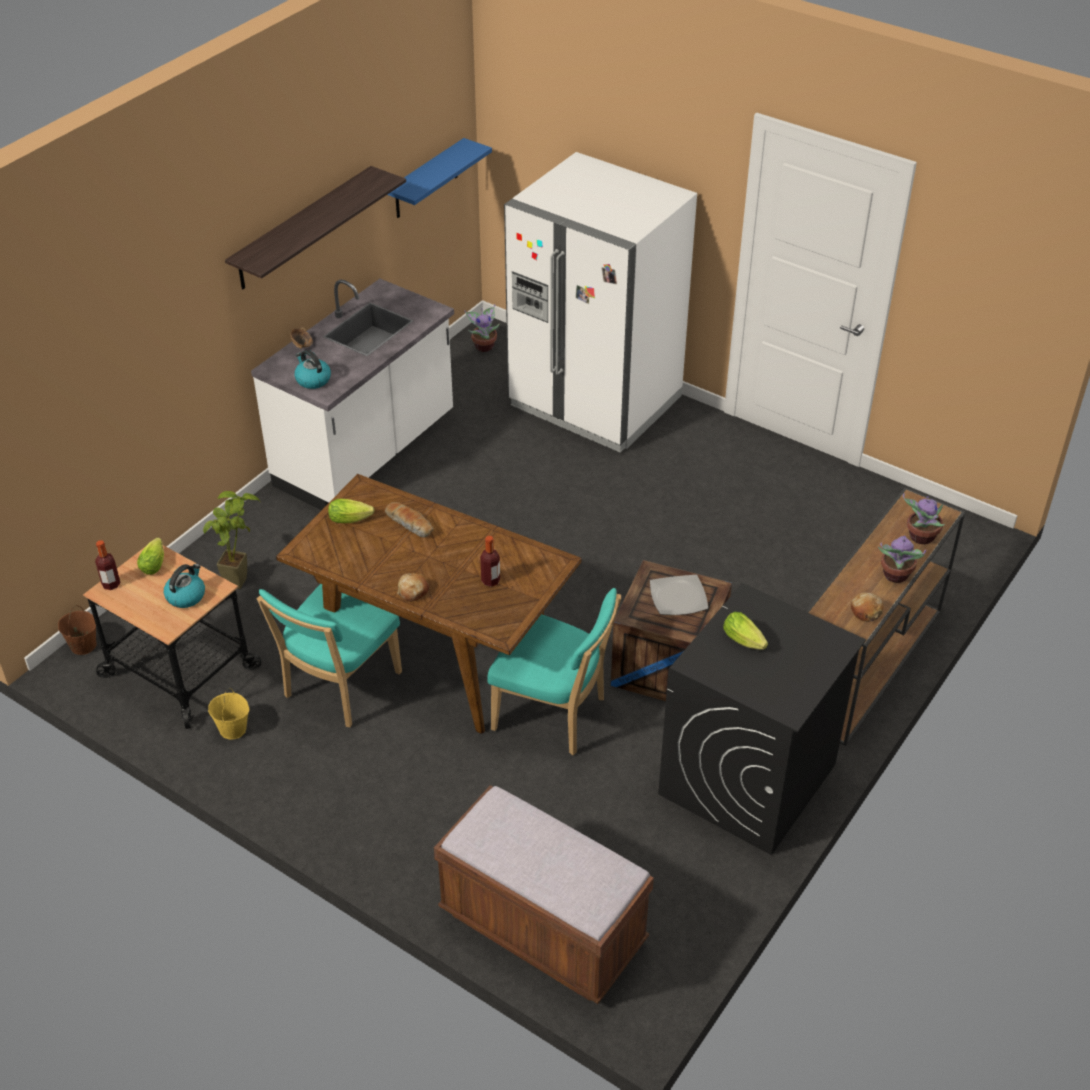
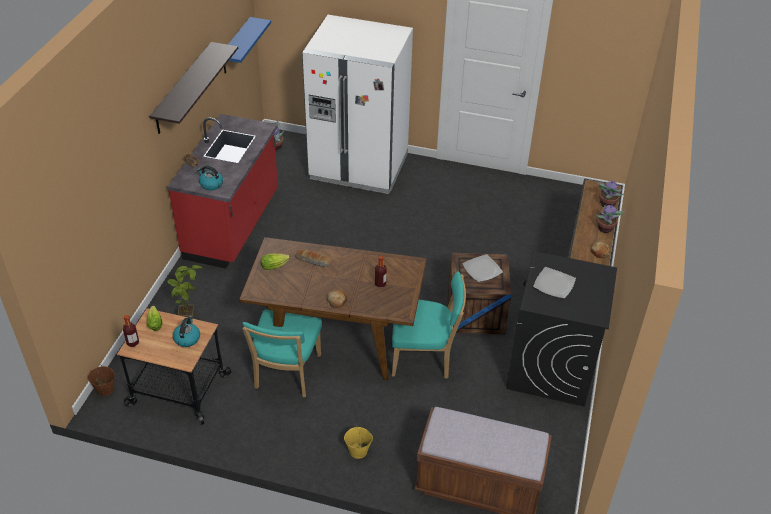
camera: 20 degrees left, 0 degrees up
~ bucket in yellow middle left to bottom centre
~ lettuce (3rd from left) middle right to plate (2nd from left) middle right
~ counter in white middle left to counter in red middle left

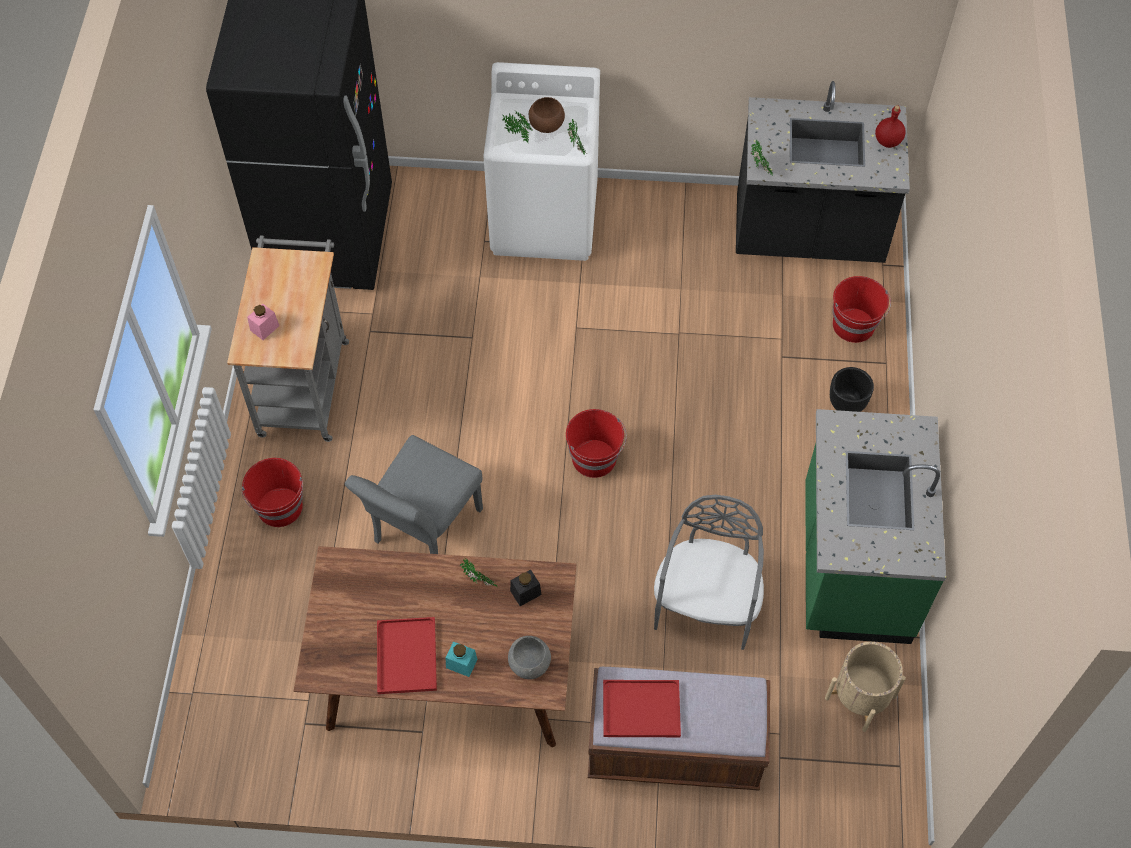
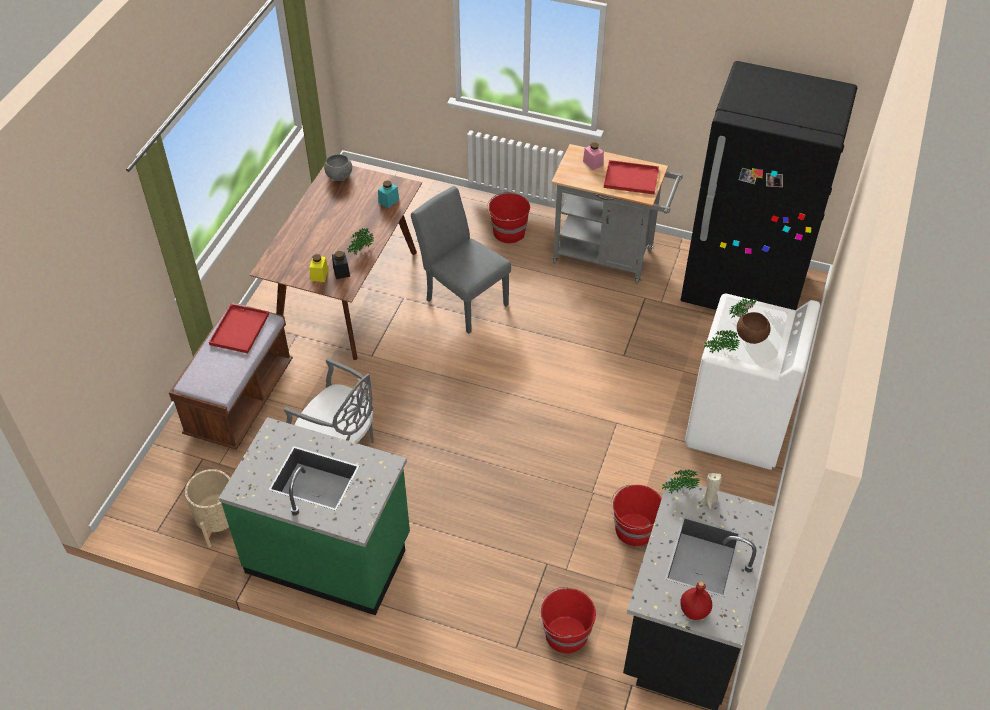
camera: 105 degrees right, 10 degrees down
- planter in black middle right
+ jar in yellow middle left
+ candle in beige bottom right
~ tray in red (1st from left in the first image) bottom centre to tray in red (2nd from left) top centre
~ jar in turquoise bottom centre to top centre
~ bowl in grey bottom centre to top centre
~ bucket in red (2nd from left in the first image) centre to bucket in red (3rd from left) bottom centre

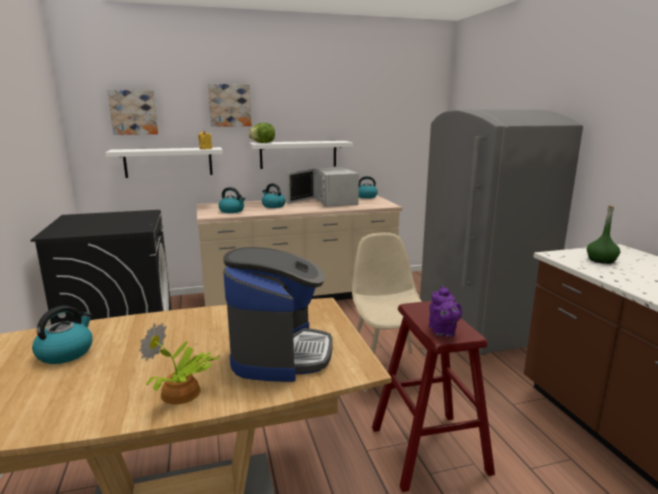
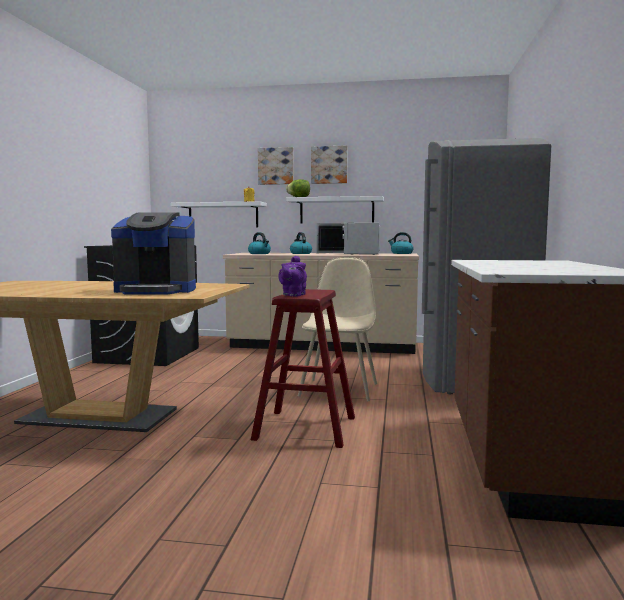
camera: 25 degrees right, 10 degrees down
- kettle (1st from left) bottom left
- potted plant bottom left
- bottle in green middle right
~ picture (1st from left in the first image) top left to picture (2nd from left) top centre
~ coffee machine centre = middle left 60 degrees clockwise

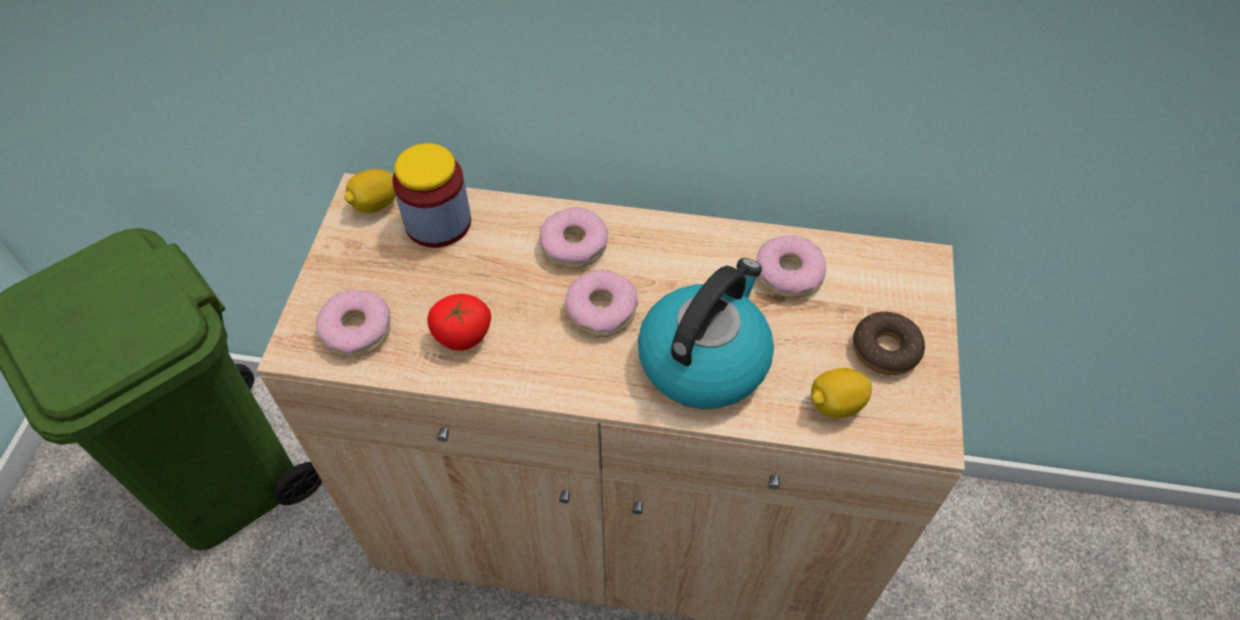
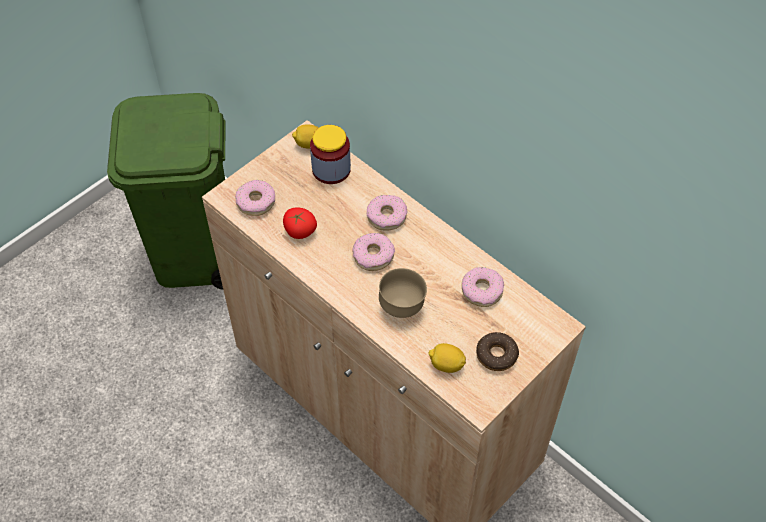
camera: 35 degrees right, 0 degrees up
~ kettle centre to bowl in brown centre

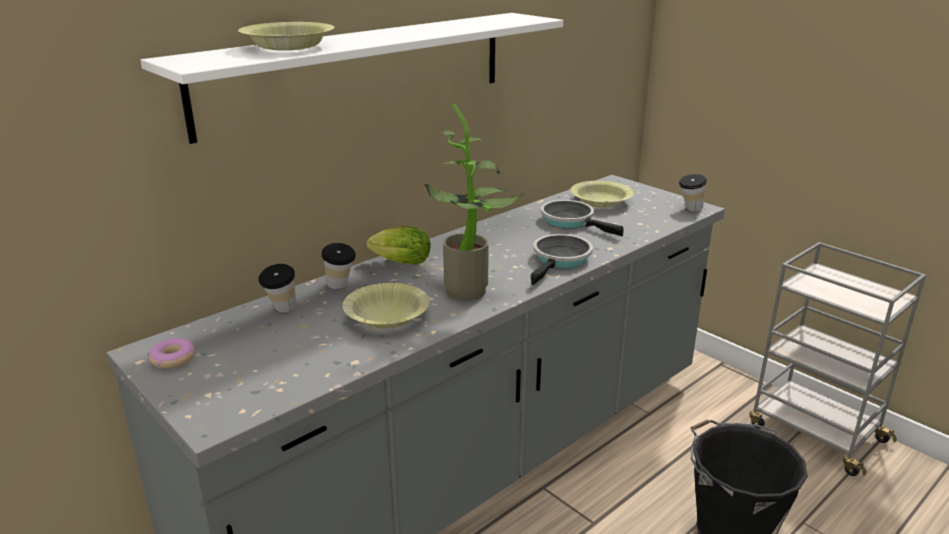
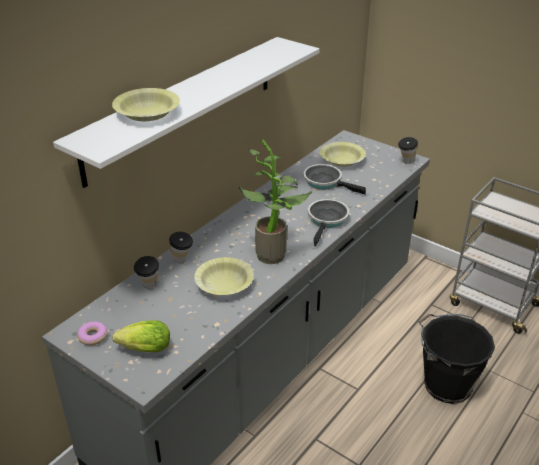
camera: 10 degrees left, 10 degrees up
~ lettuce centre to bottom left

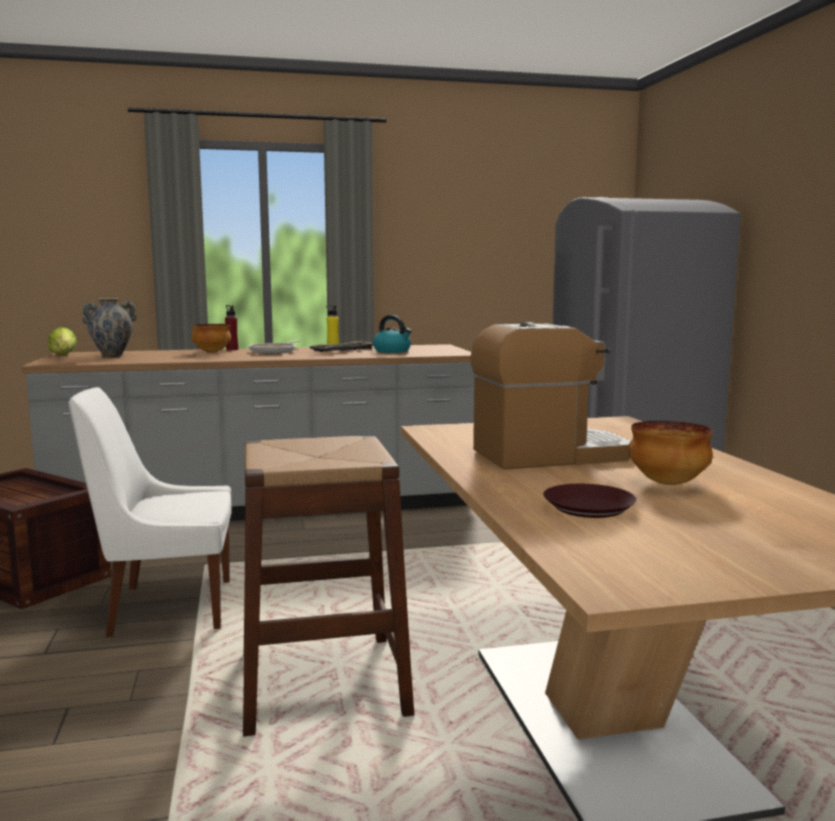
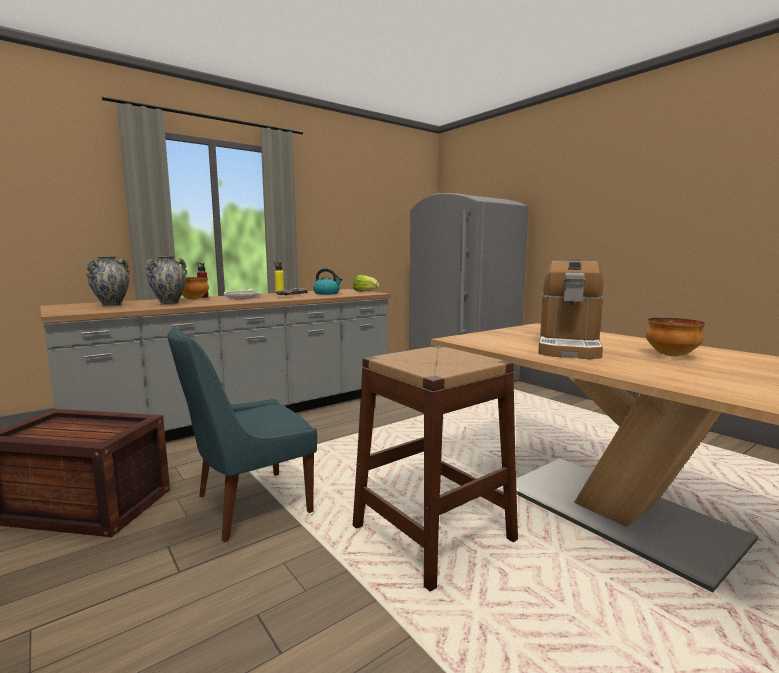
camera: 25 degrees left, 0 degrees up
- plate in brown middle right
+ vase (2nd from left) middle left
~ lettuce middle left to centre
~ chair in white middle left to chair in blue middle left
~ coffee machine centre = middle right 150 degrees clockwise

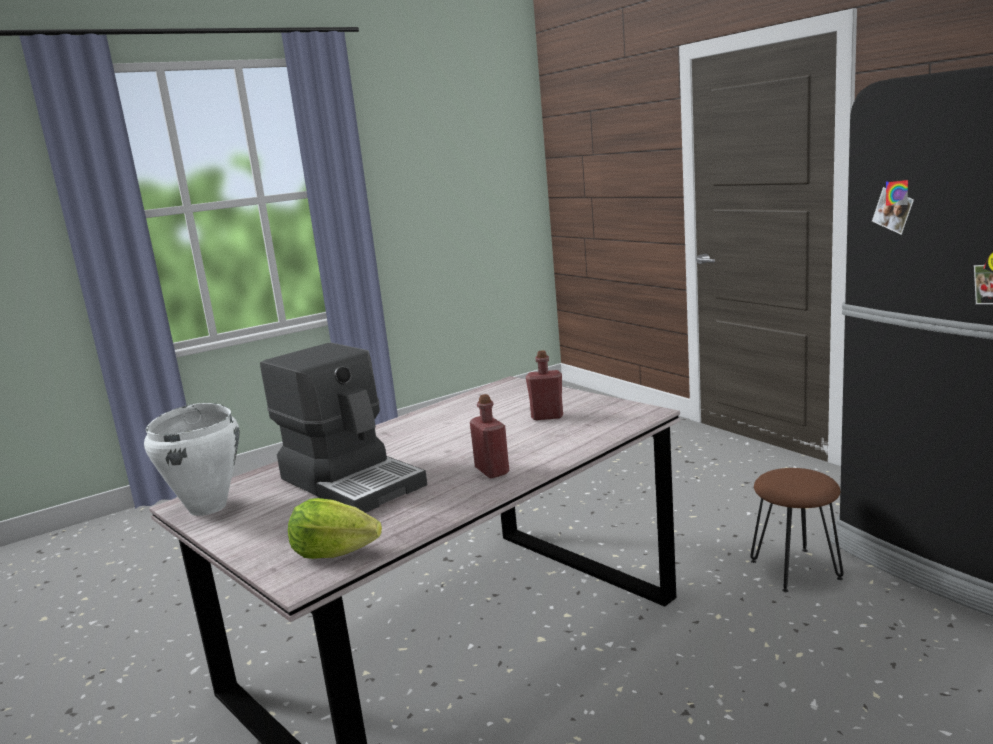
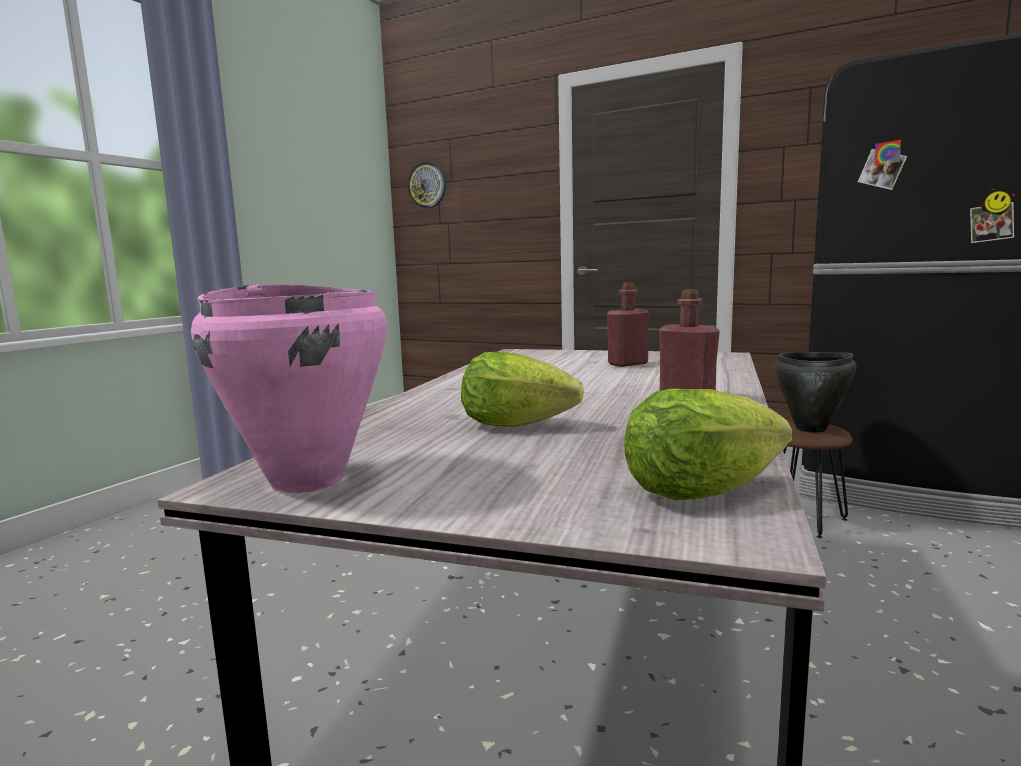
camera: 30 degrees left, 5 degrees down
+ wall clock top centre
+ cooking pot in black middle right
~ coffee machine centre to lettuce (1st from left) centre
~ cooking pot in white middle left to cooking pot in pink middle left

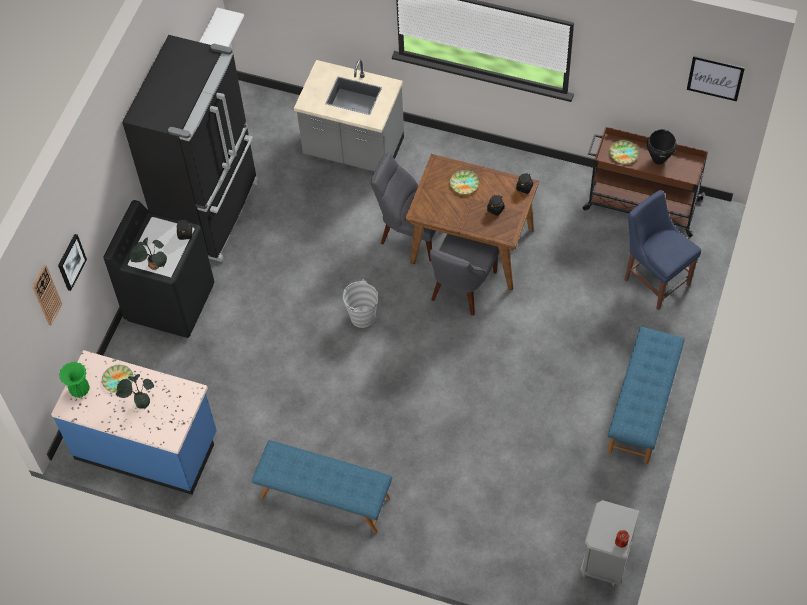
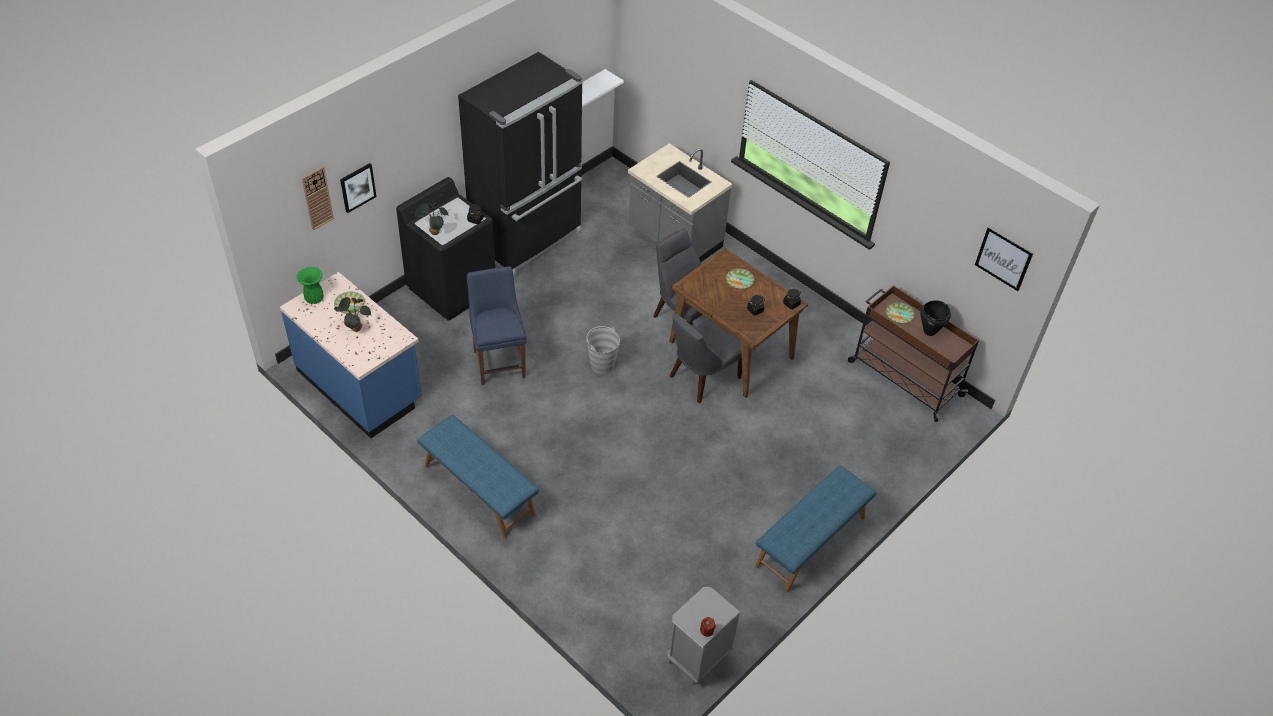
camera: 20 degrees right, 10 degrees down
~ chair in blue middle right to centre

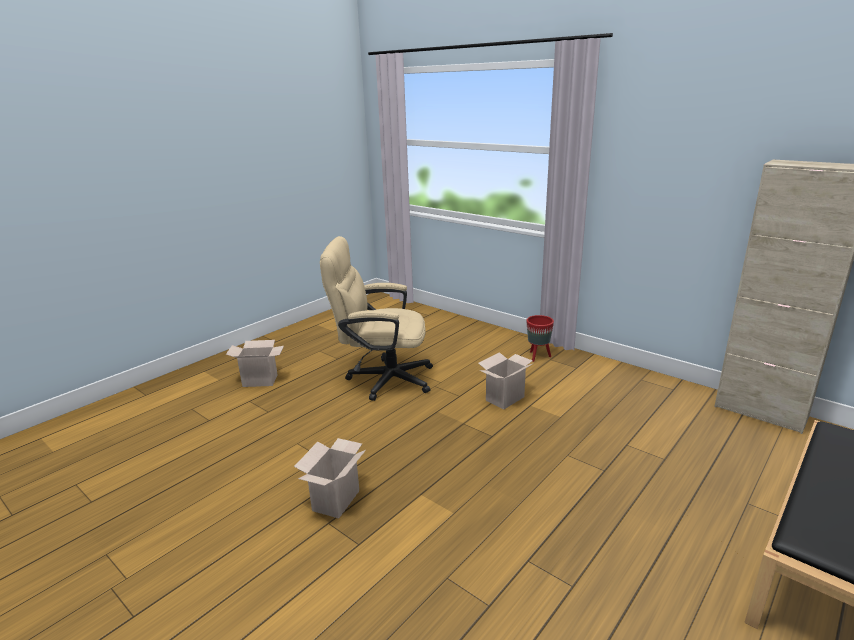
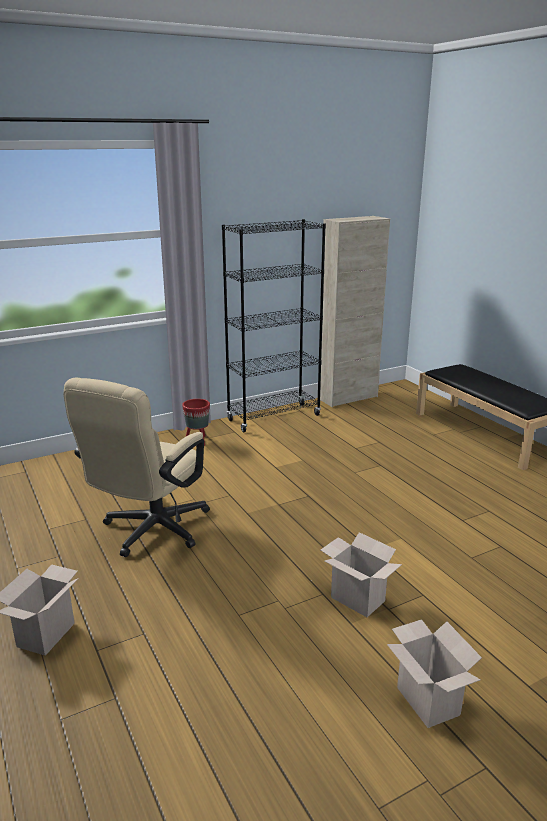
camera: 70 degrees left, 0 degrees up
+ bookcase in black centre
~ cardboard box (3rd from left) centre to bottom right

